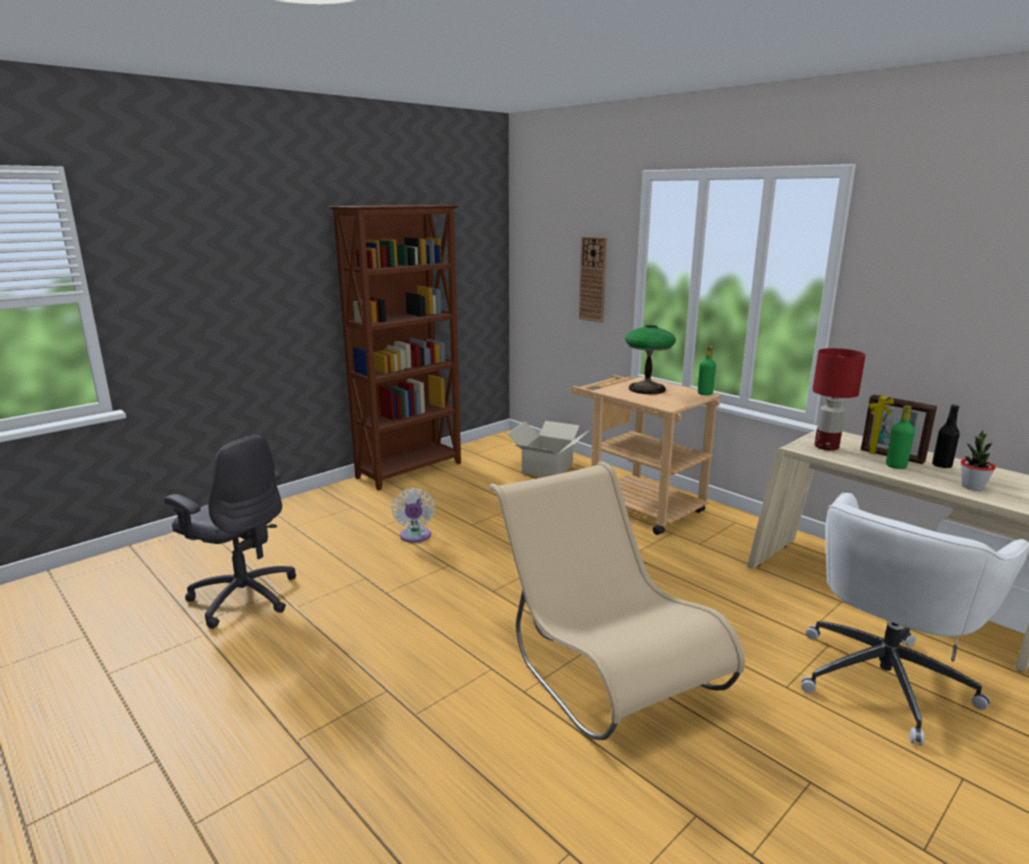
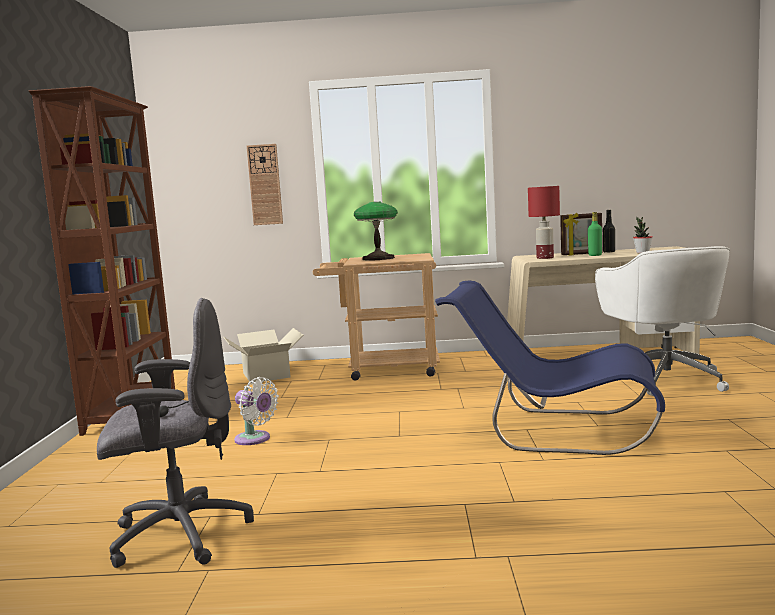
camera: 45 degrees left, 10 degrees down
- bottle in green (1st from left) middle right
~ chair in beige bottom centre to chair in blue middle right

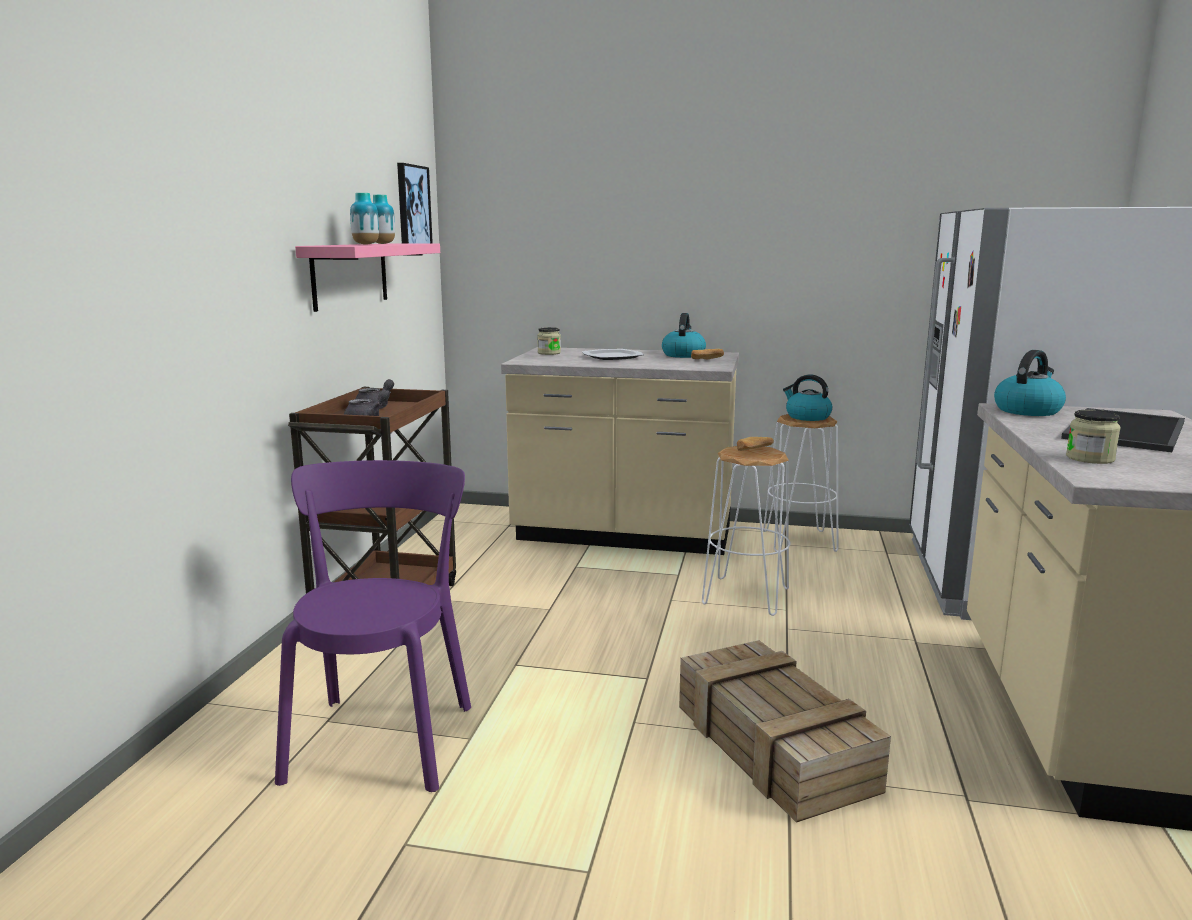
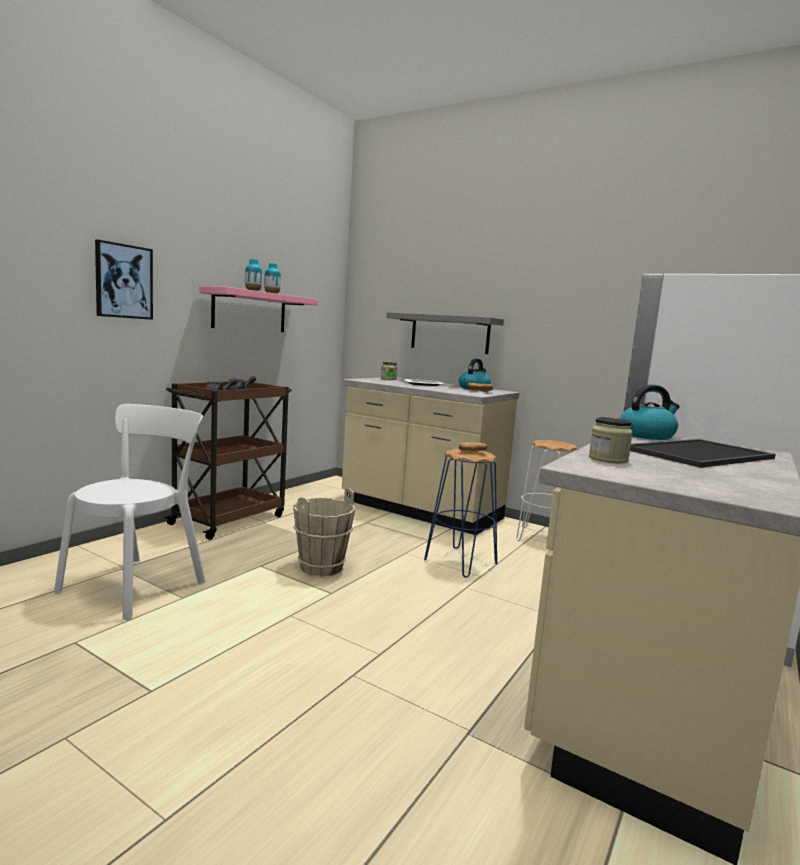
camera: 20 degrees right, 5 degrees down
- crate bottom centre
- kettle (2nd from left) middle right
+ bucket in beige centre
+ shelf in grey centre
~ picture top centre to top left
~ chair in purple bottom left to chair in white middle left
~ stool in white (1st from left) centre to stool in blue centre

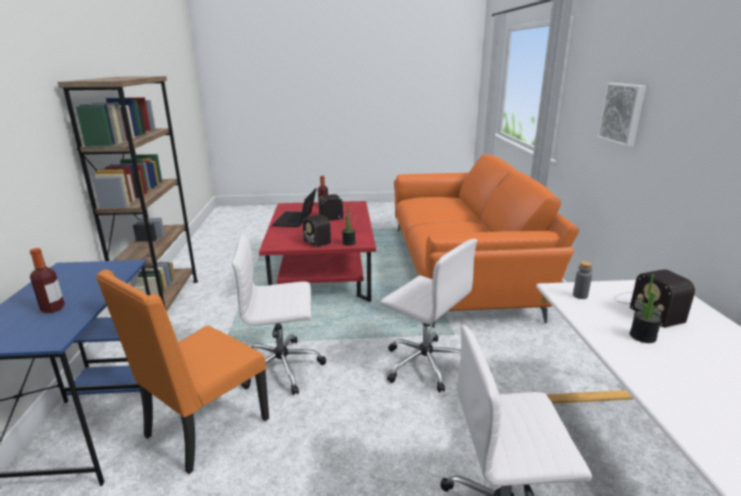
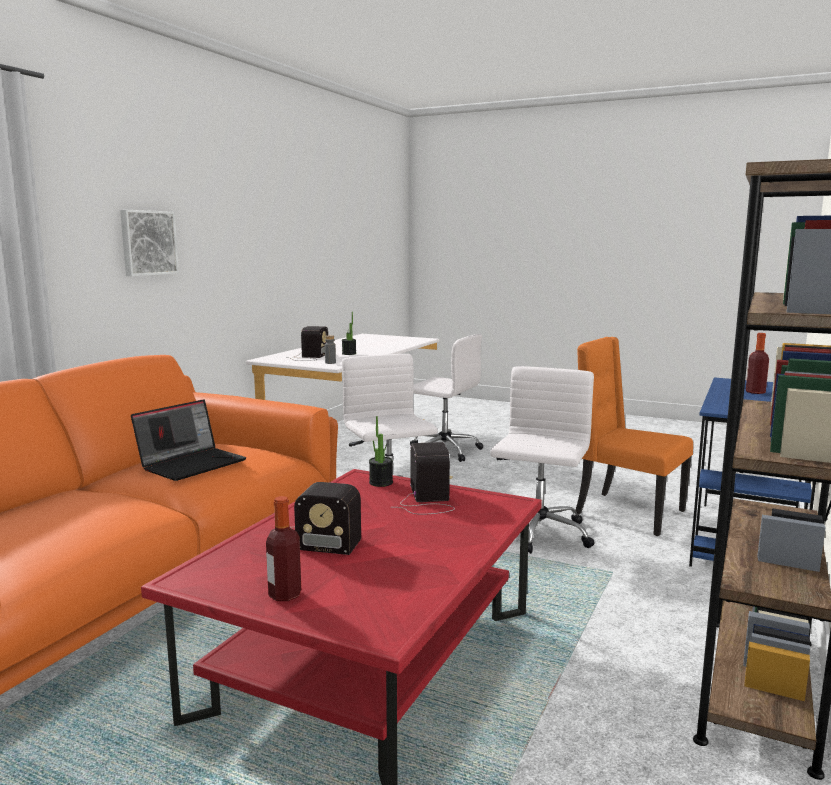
camera: 150 degrees left, 10 degrees down
~ laptop centre to middle left
~ chair in orange bottom left = middle right 120 degrees counterclockwise
~ office chair in white (1st from left in the first image) centre = centre 90 degrees counterclockwise

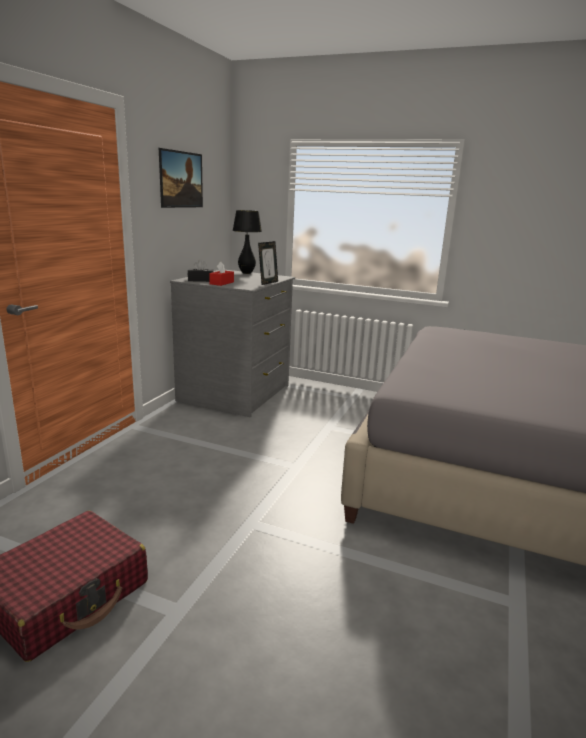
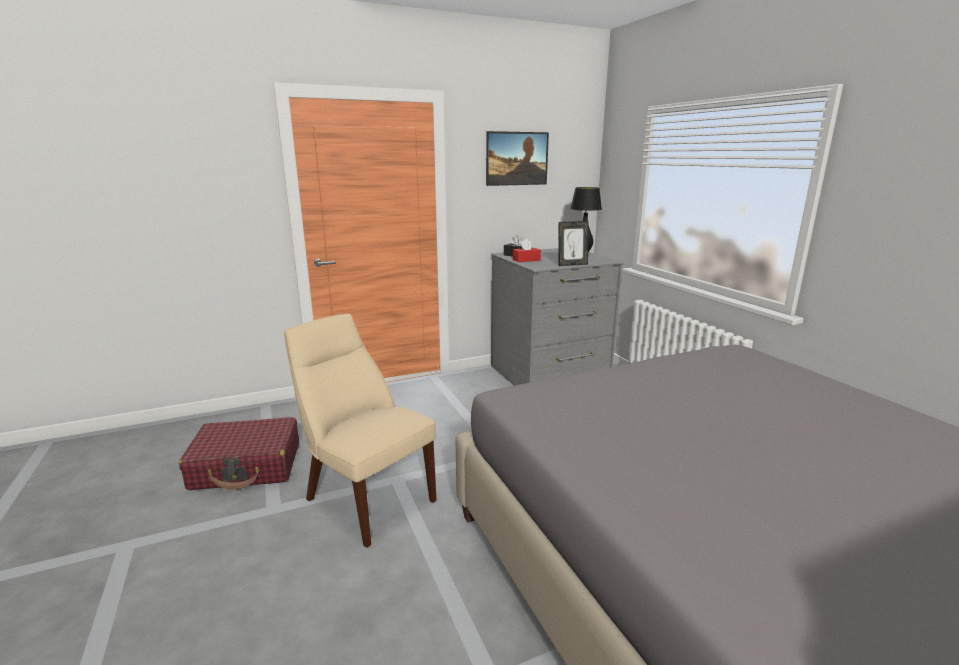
camera: 45 degrees right, 0 degrees up
+ chair in beige centre

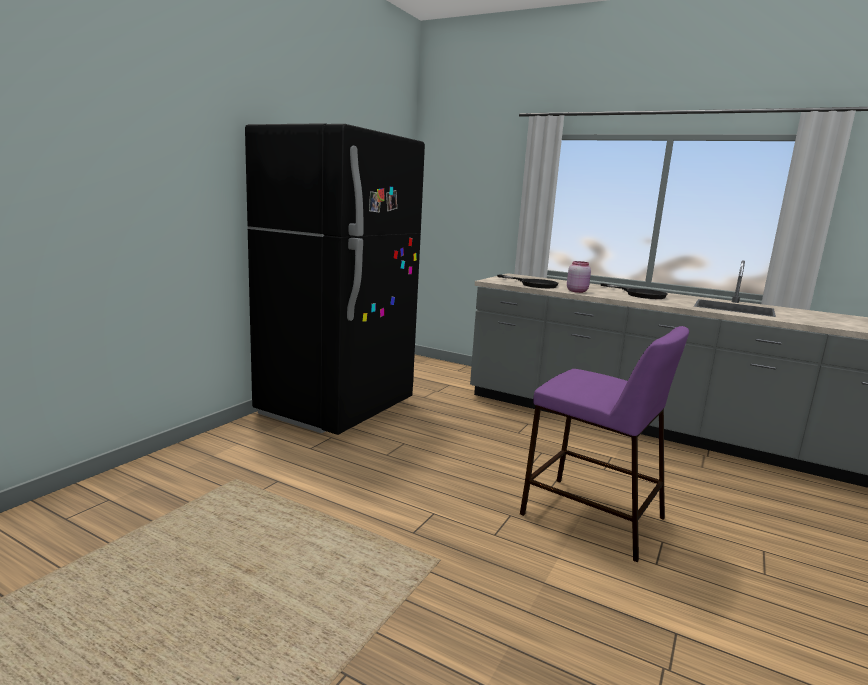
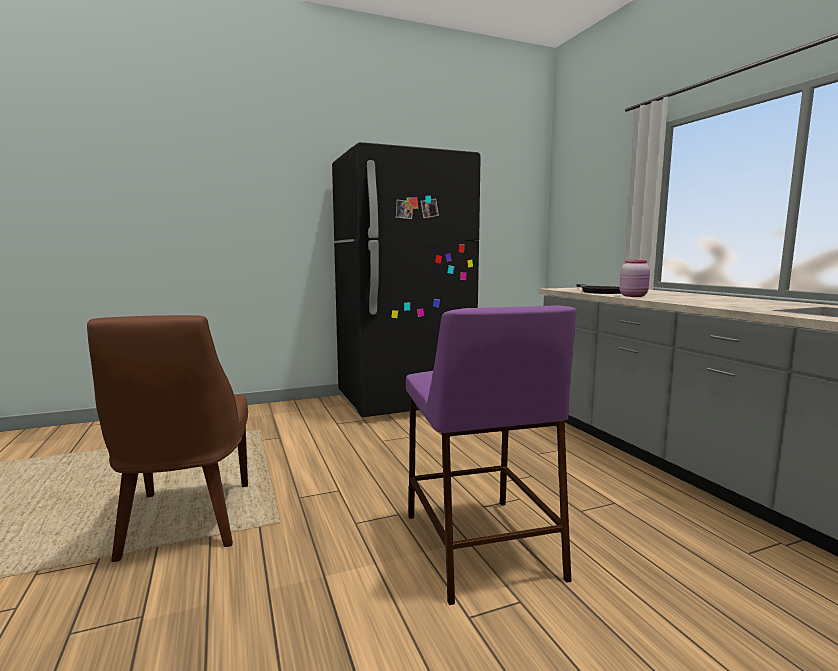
camera: 40 degrees right, 5 degrees down
- frying pan in black (2nd from left) middle right
+ chair in brown middle left

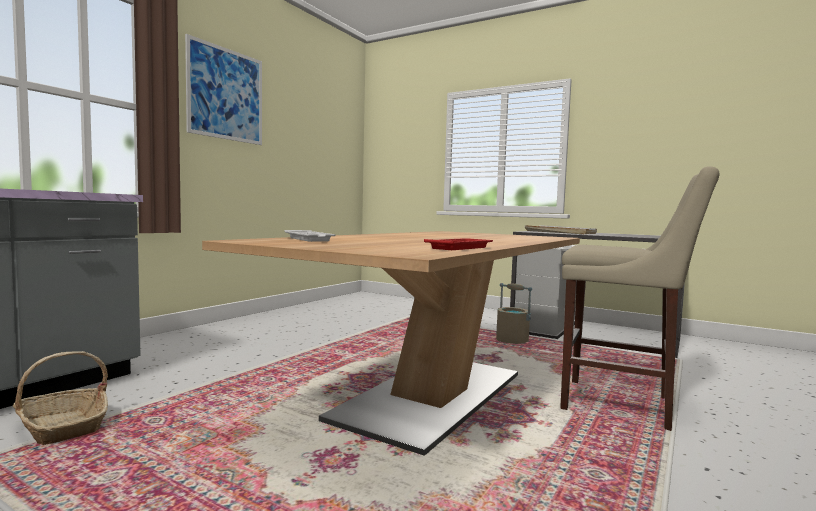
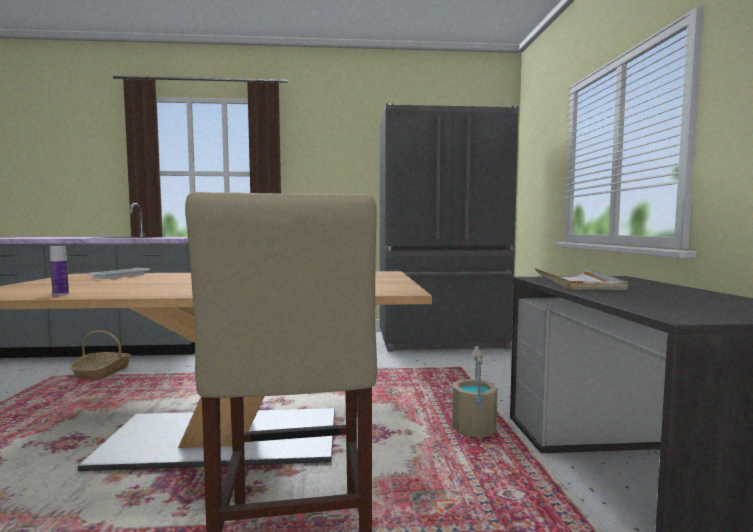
camera: 55 degrees right, 0 degrees up
- picture top left
+ fridge in grey centre
~ tray in red centre to bottle middle left

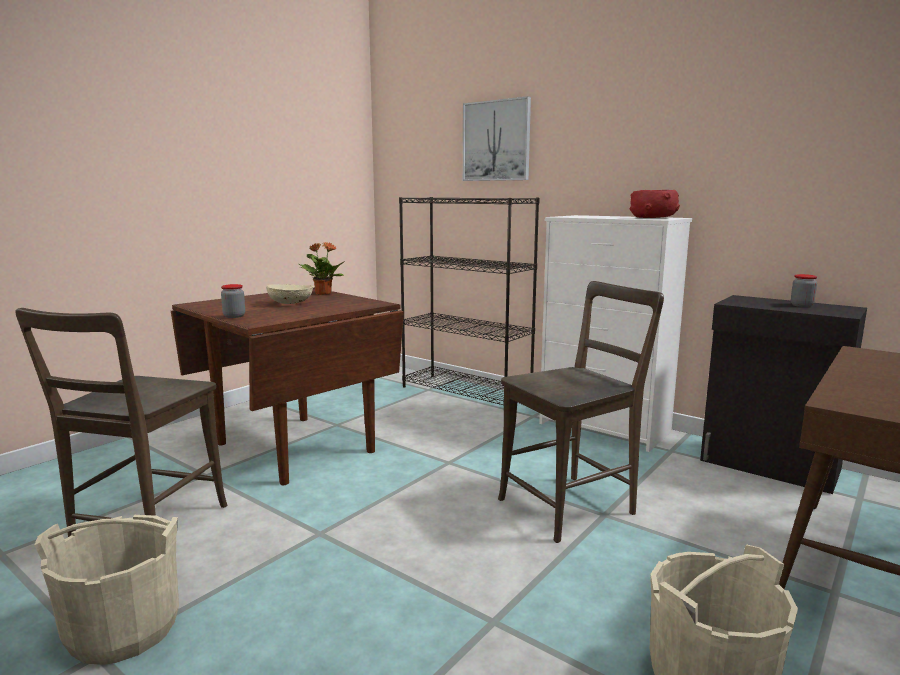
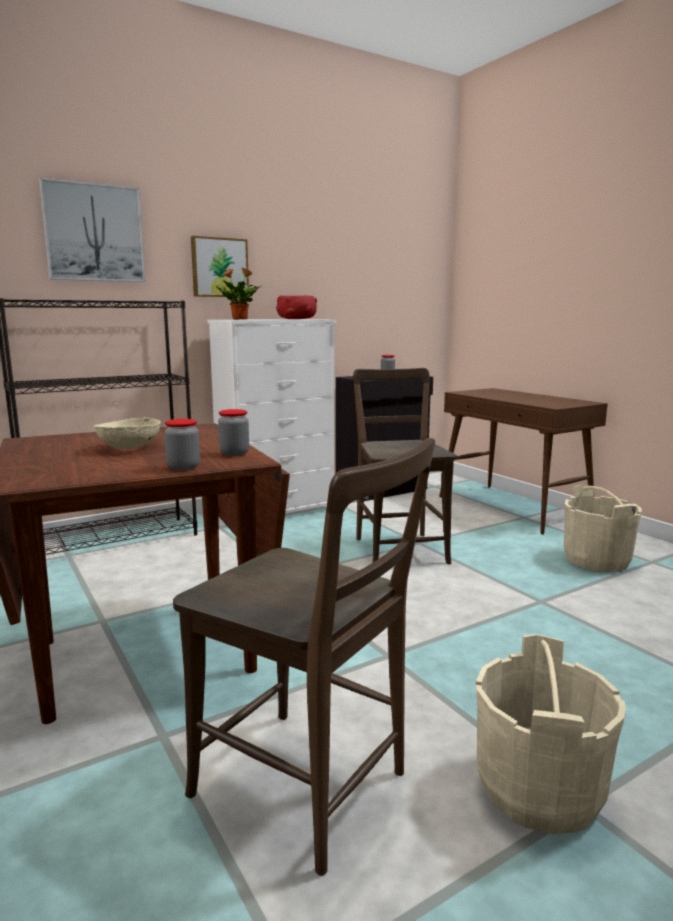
camera: 70 degrees left, 0 degrees up
+ picture (2nd from left) top left
+ jar (2nd from left) centre
~ potted plant centre to top centre

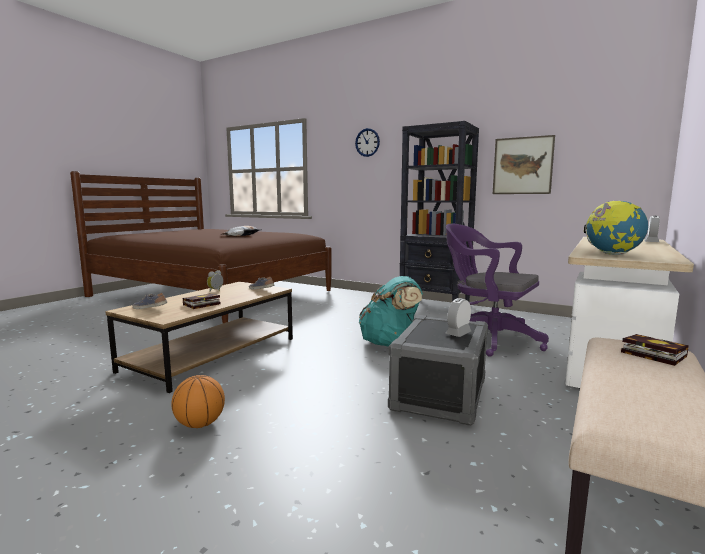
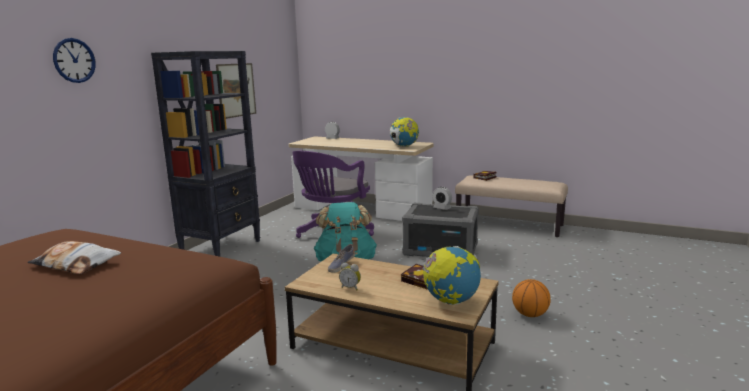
camera: 95 degrees left, 5 degrees up
~ shoe (1st from left) middle left to globe (2nd from left) bottom centre

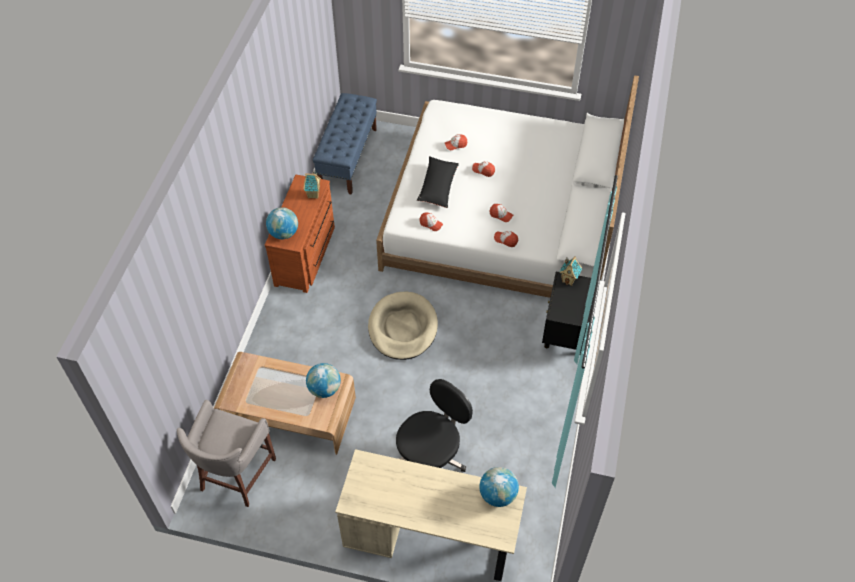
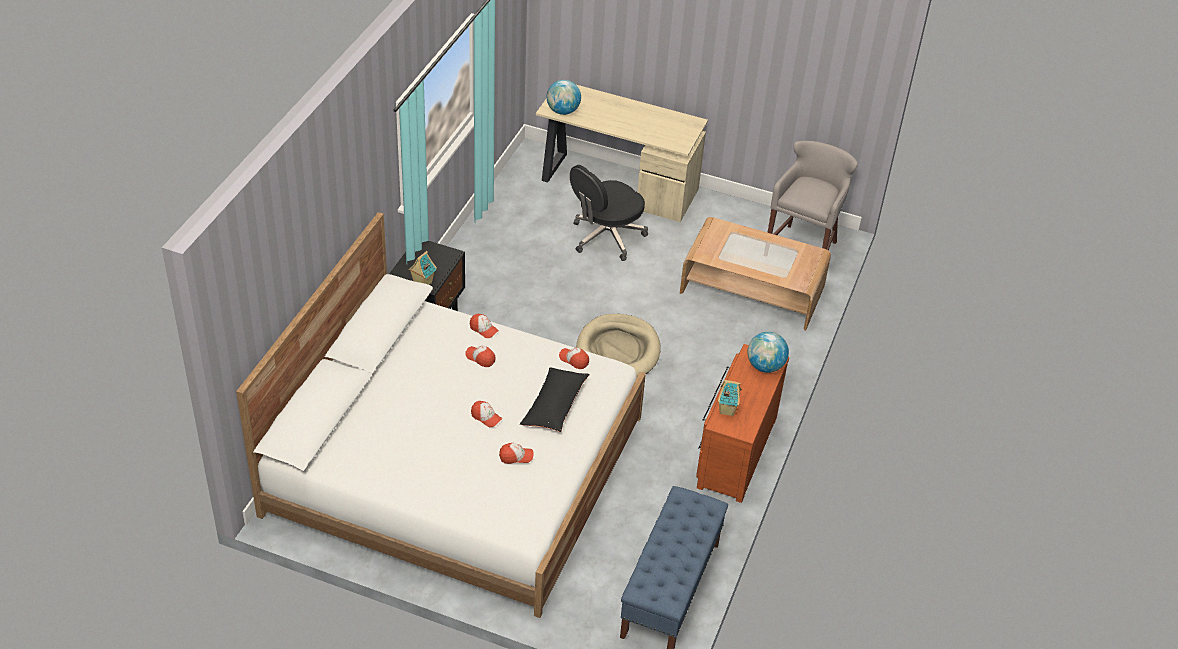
camera: 175 degrees left, 10 degrees down
- globe (2nd from left) centre

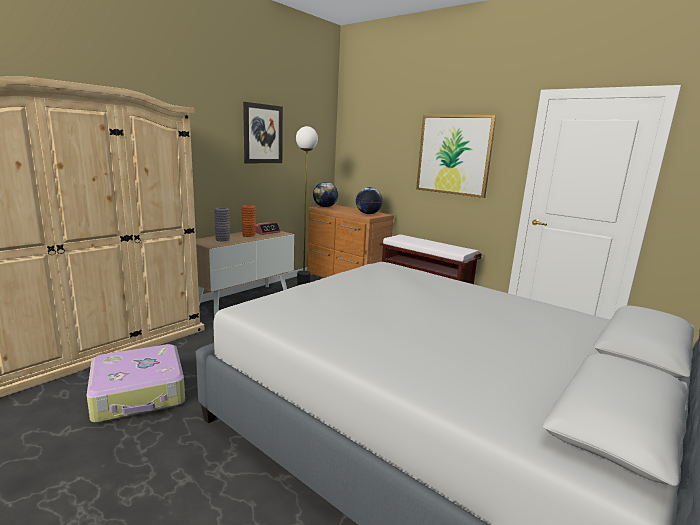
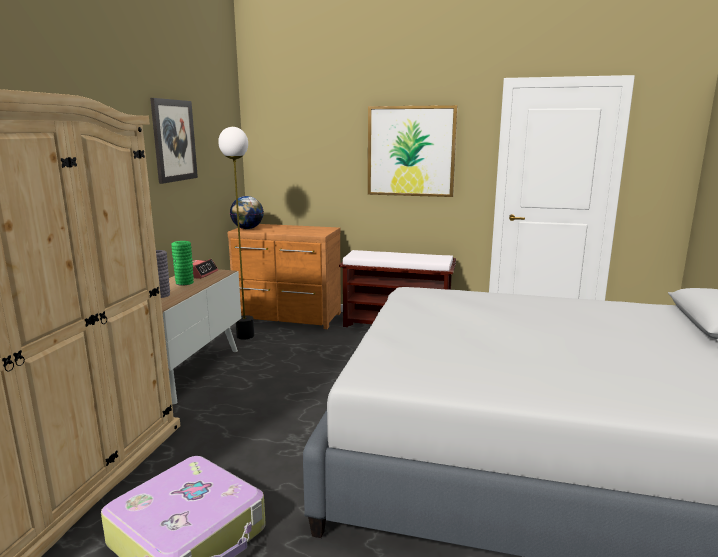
camera: 25 degrees left, 0 degrees up
- globe (2nd from left) centre
~ vase in orange centre to vase in green middle left

